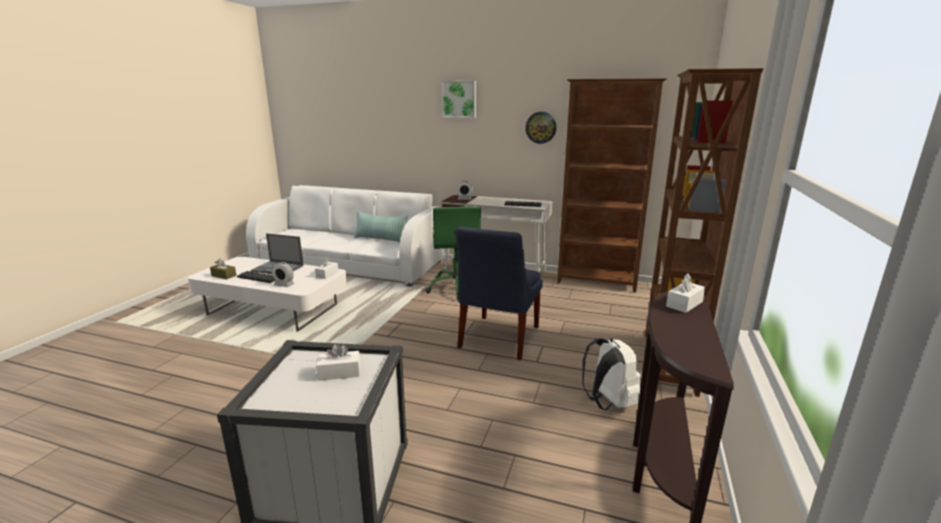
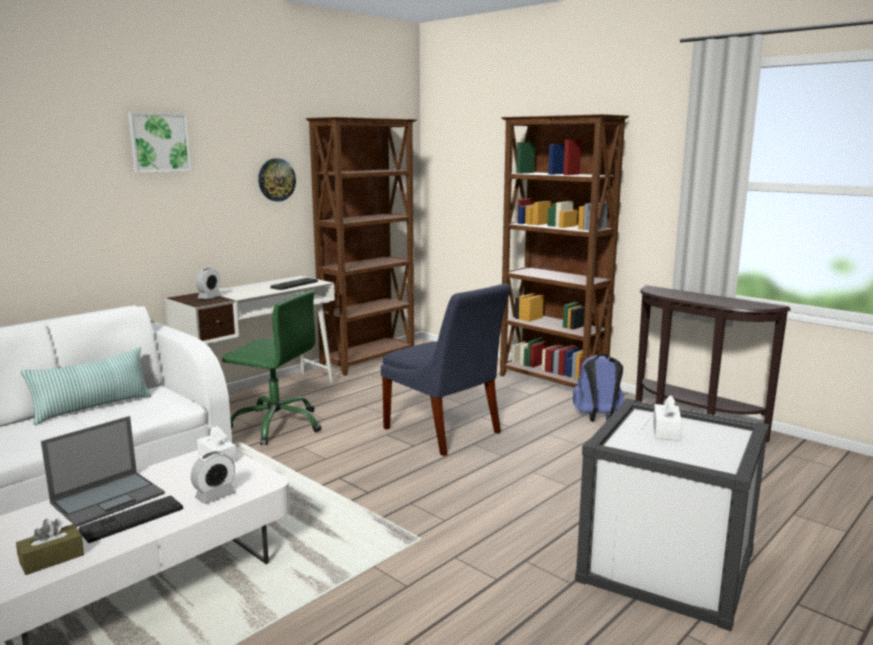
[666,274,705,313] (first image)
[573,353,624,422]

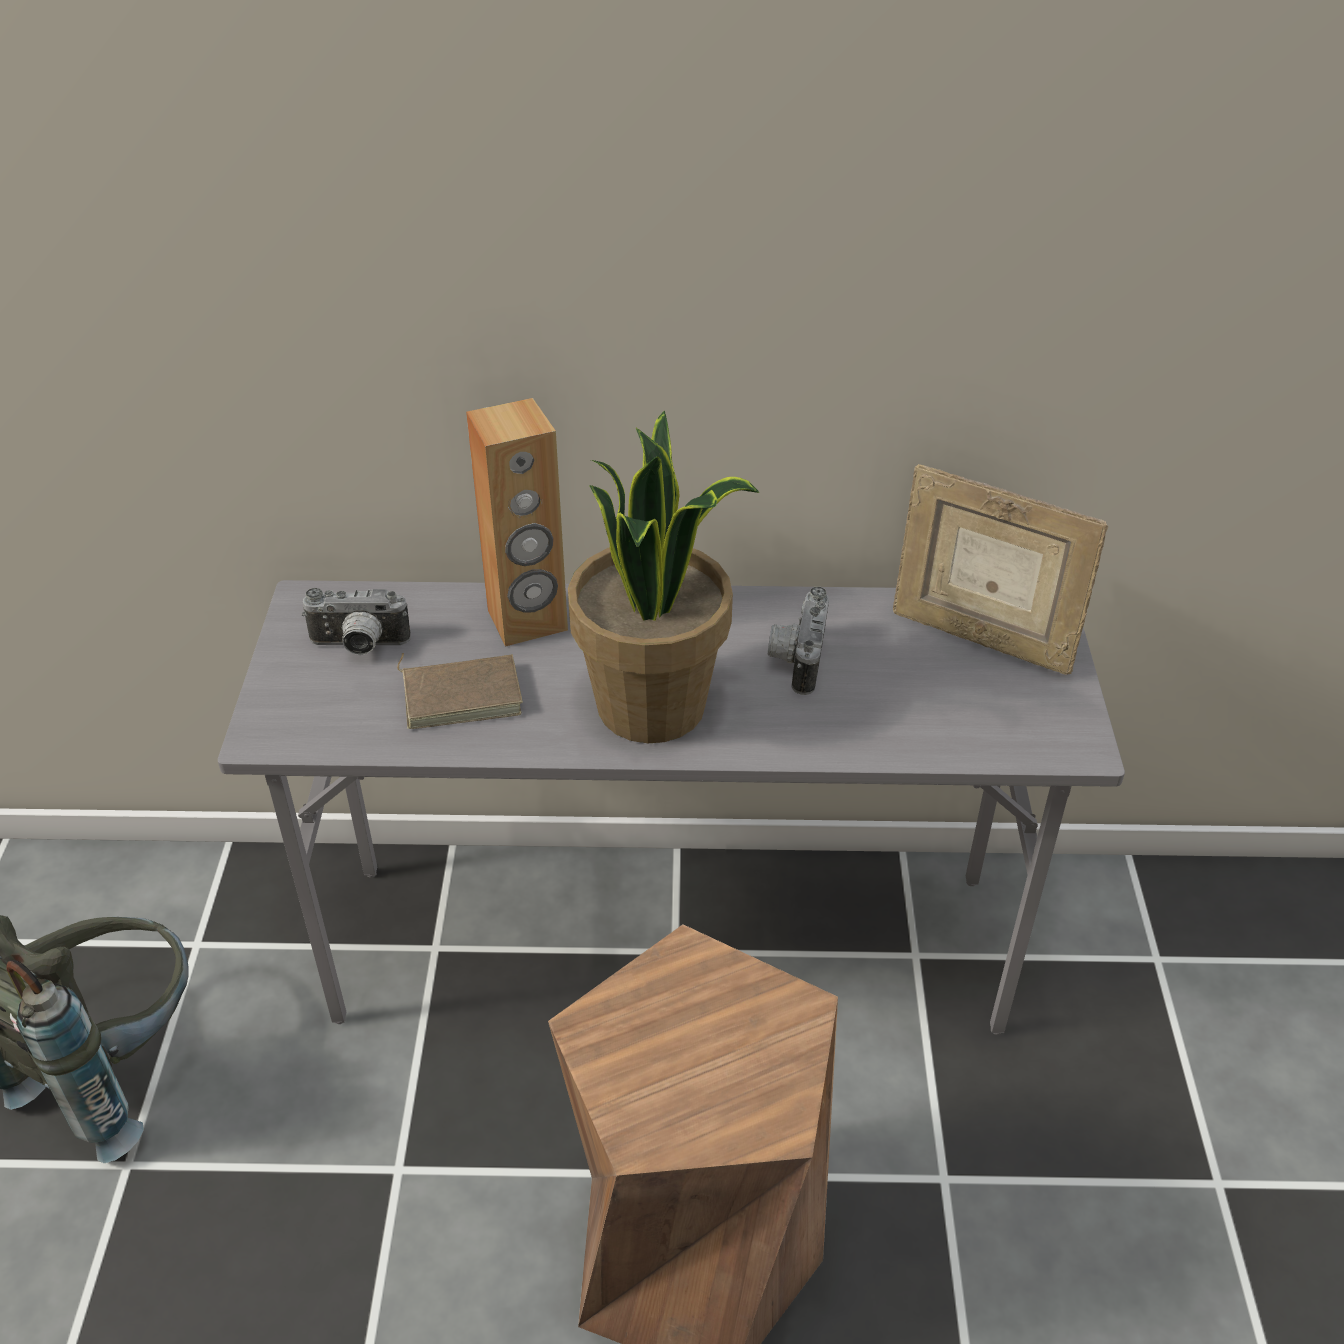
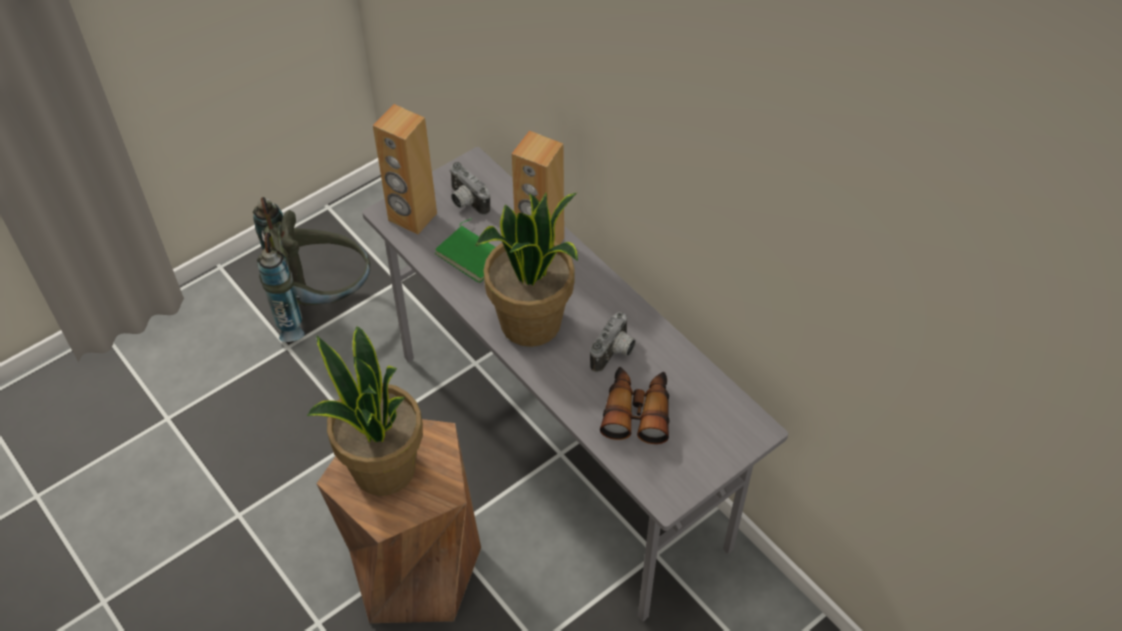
[893,464,1108,675] (first image)
[307,326,423,496]
[373,104,437,235]
[600,367,670,444]
[435,219,496,283]
[590,312,636,373]

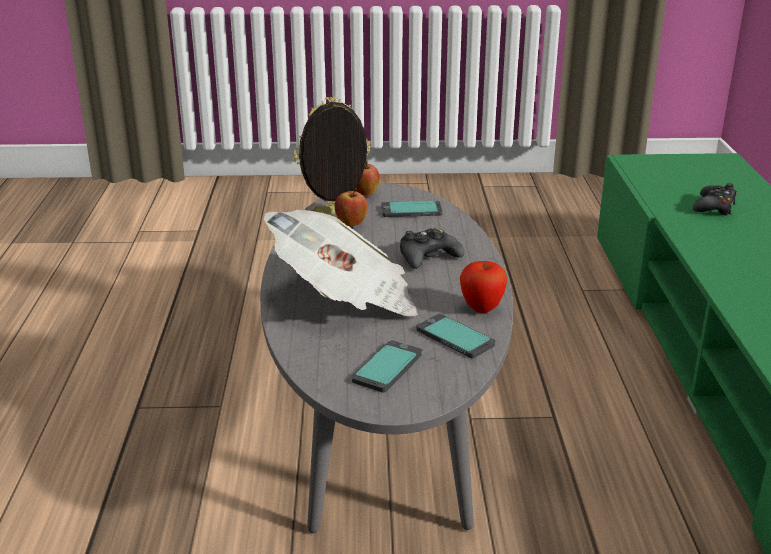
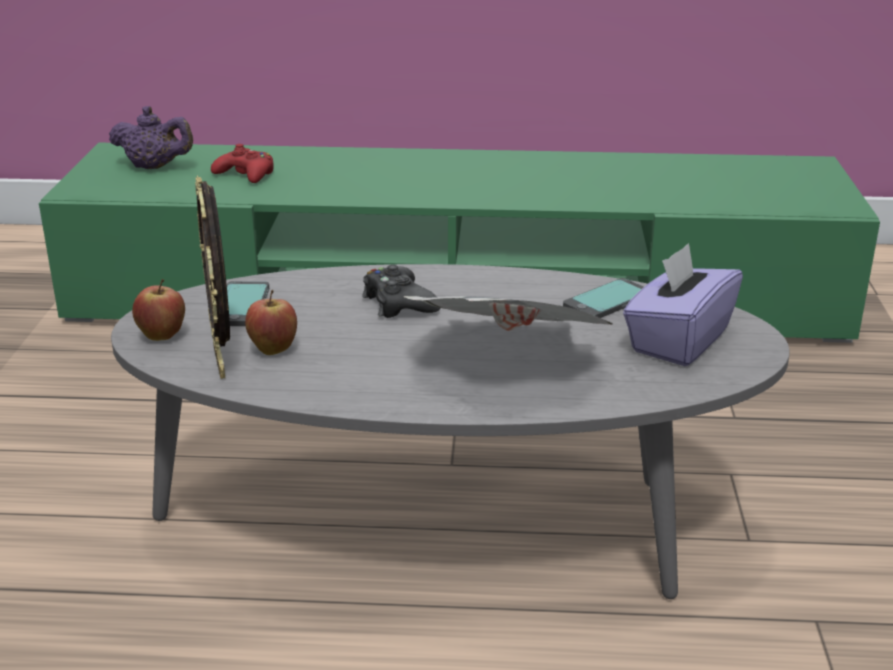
[460,261,507,313] (first image)
[109,106,193,169]
[623,243,743,366]
[211,144,274,183]

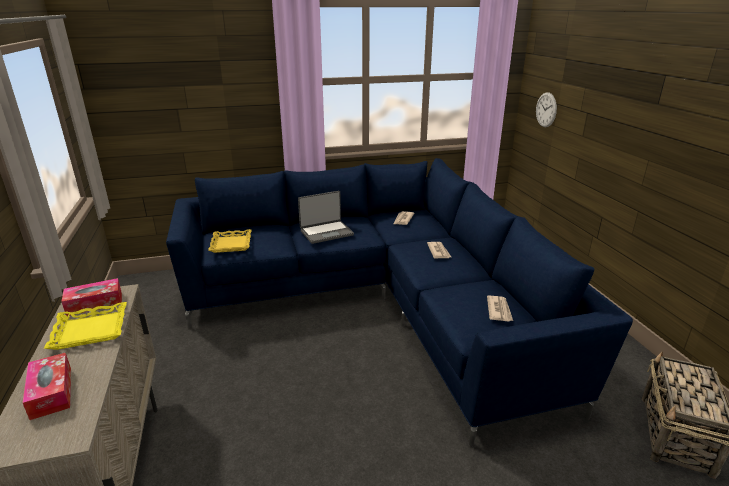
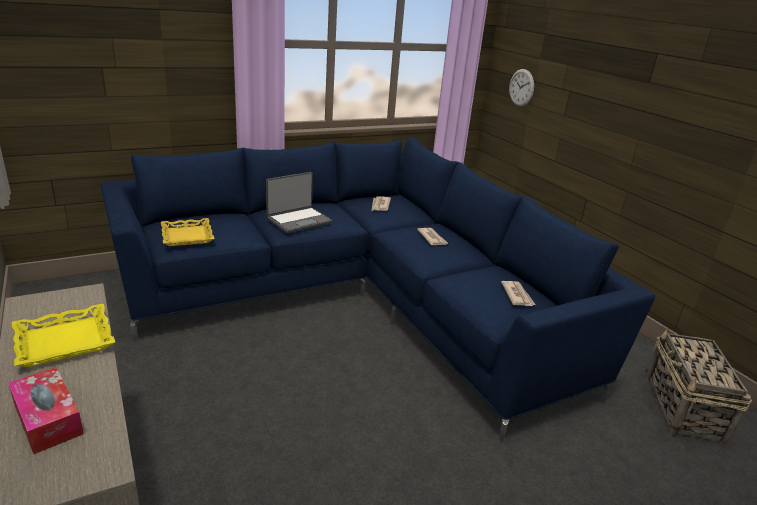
[61,278,122,316] (first image)

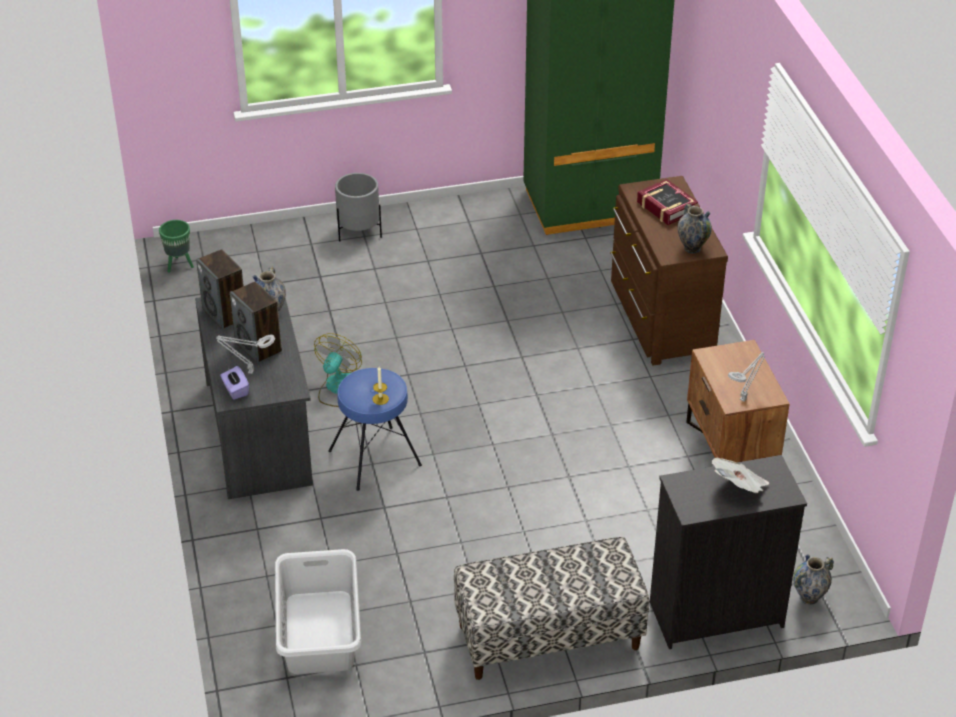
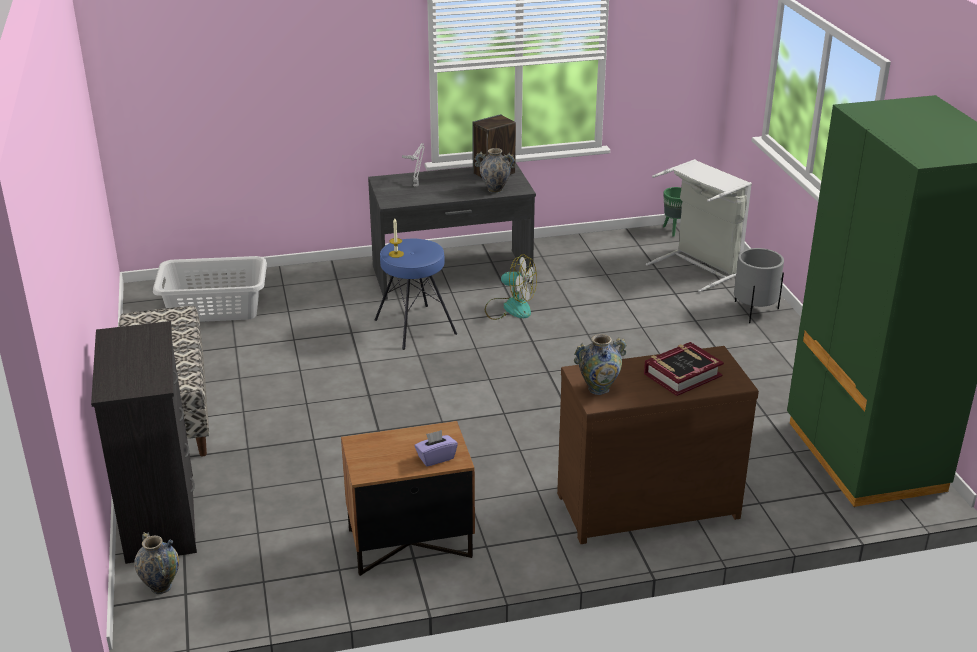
[230,281,282,363] (first image)
[711,457,769,493] (first image)
[728,352,765,402] (first image)
[646,159,752,292]
[415,430,458,467]

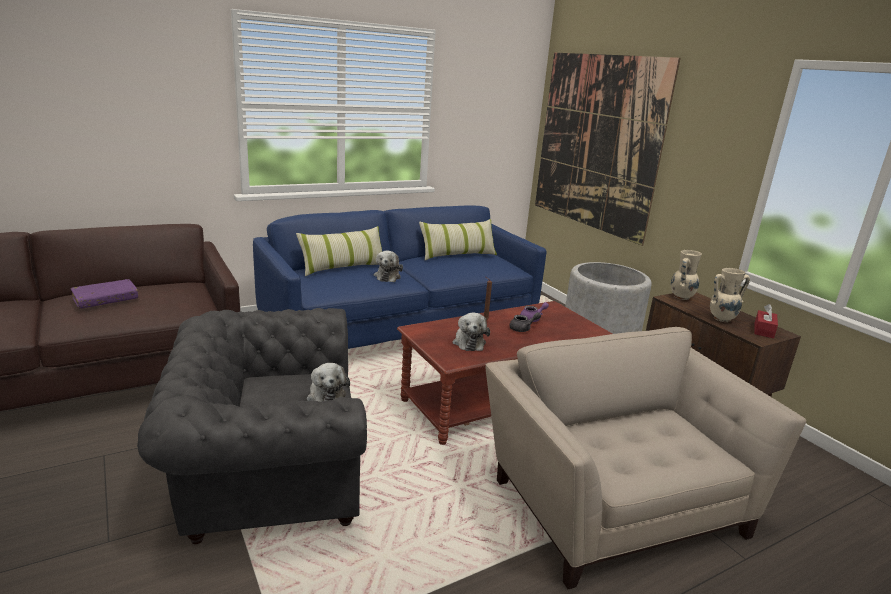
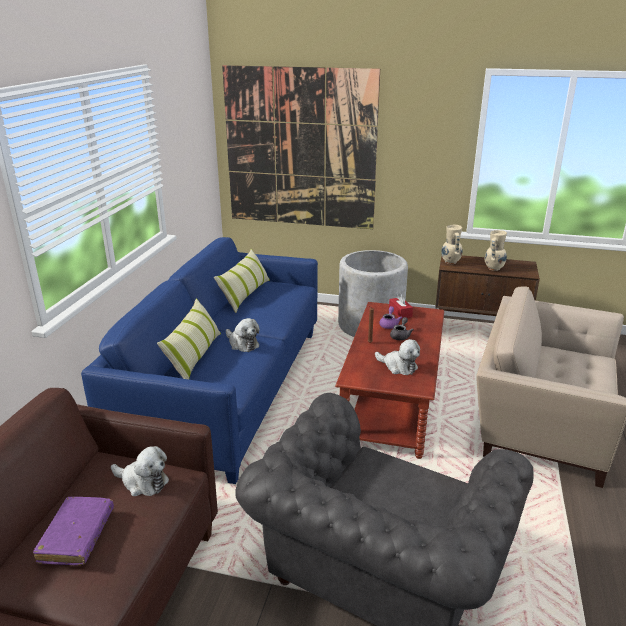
[111,446,169,496]
[389,293,413,319]

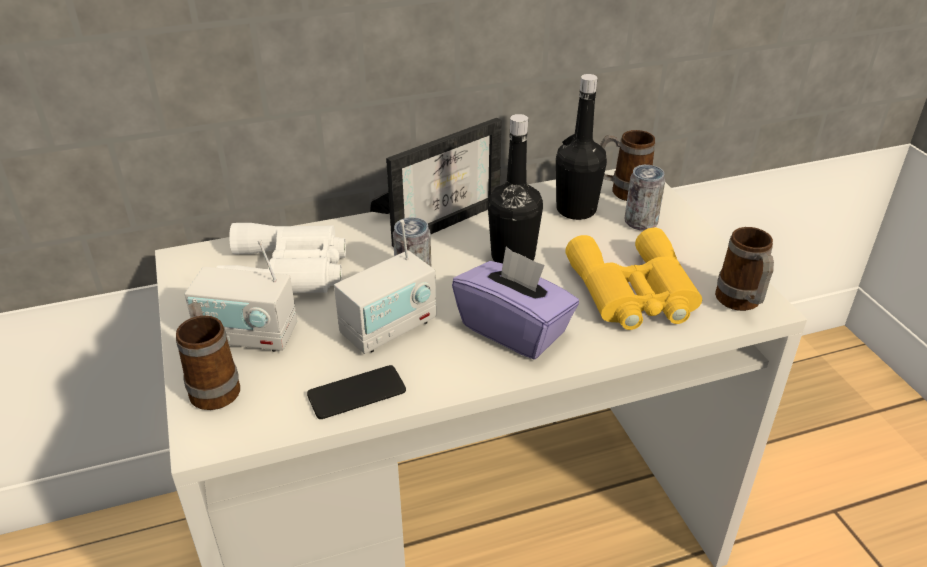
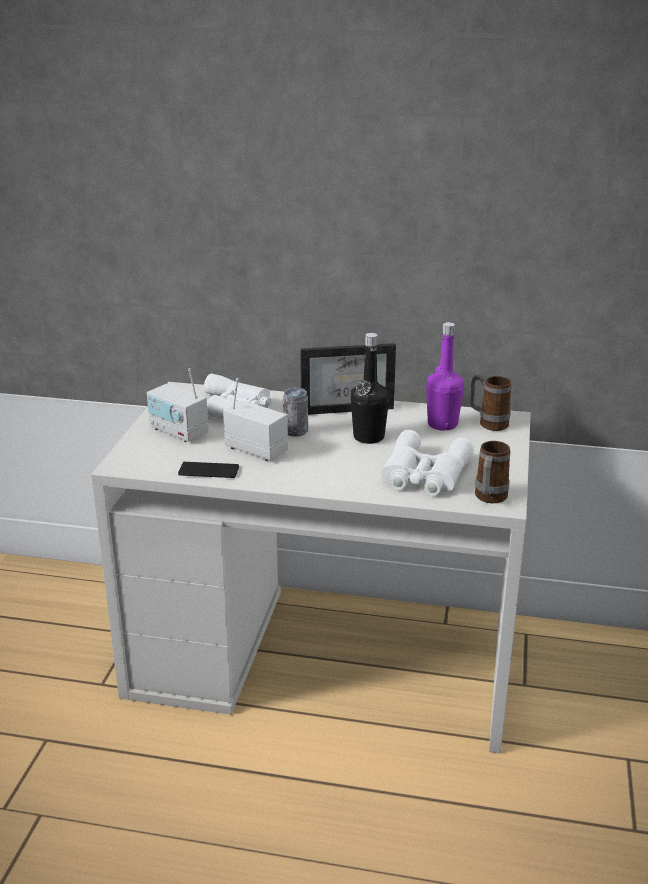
[176,302,240,410] (first image)
[452,247,579,359] (first image)
[624,165,665,230] (first image)
[426,322,464,431]
[381,430,474,496]
[223,378,288,461]

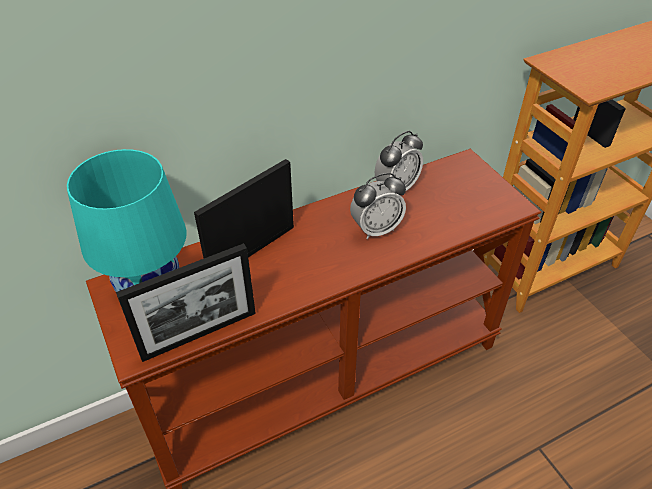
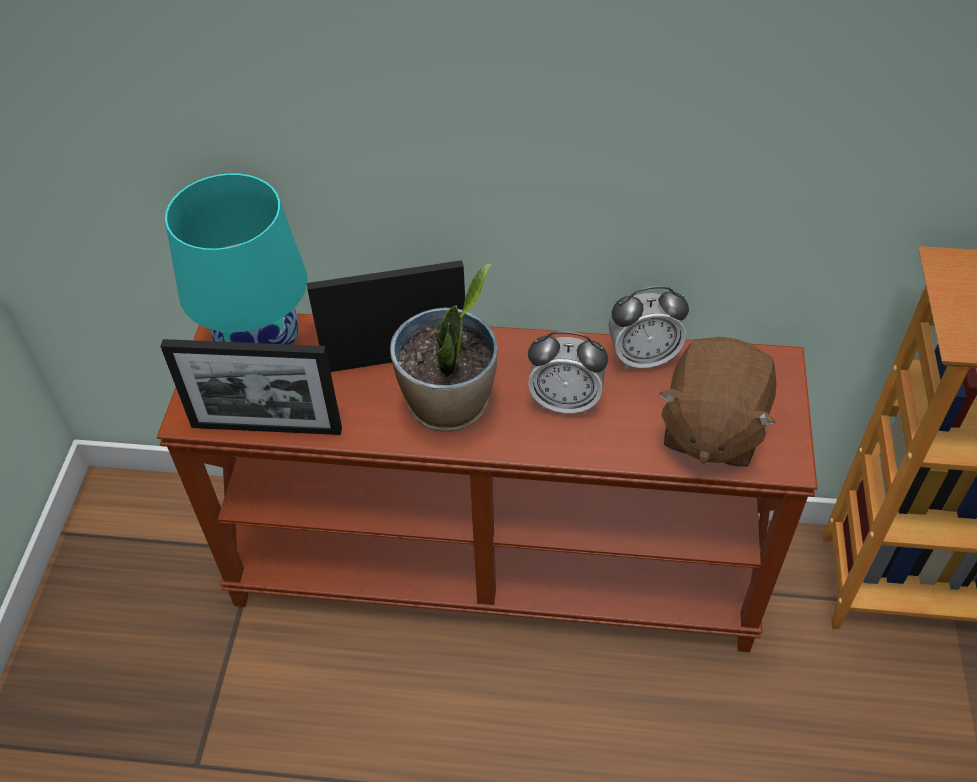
[390,263,498,432]
[659,336,776,467]

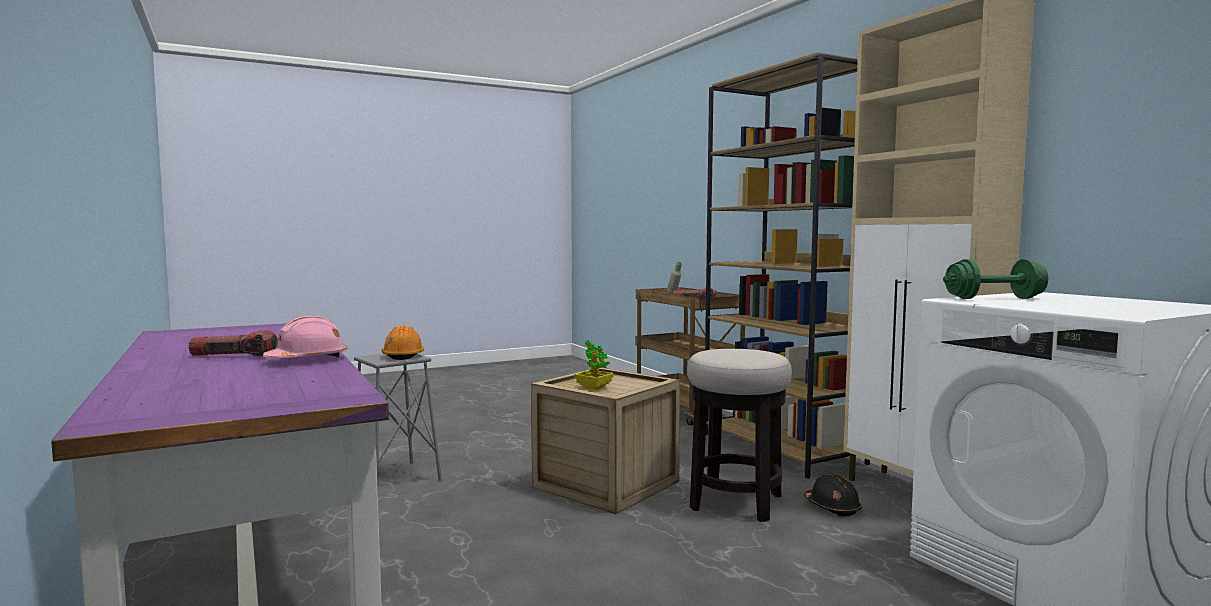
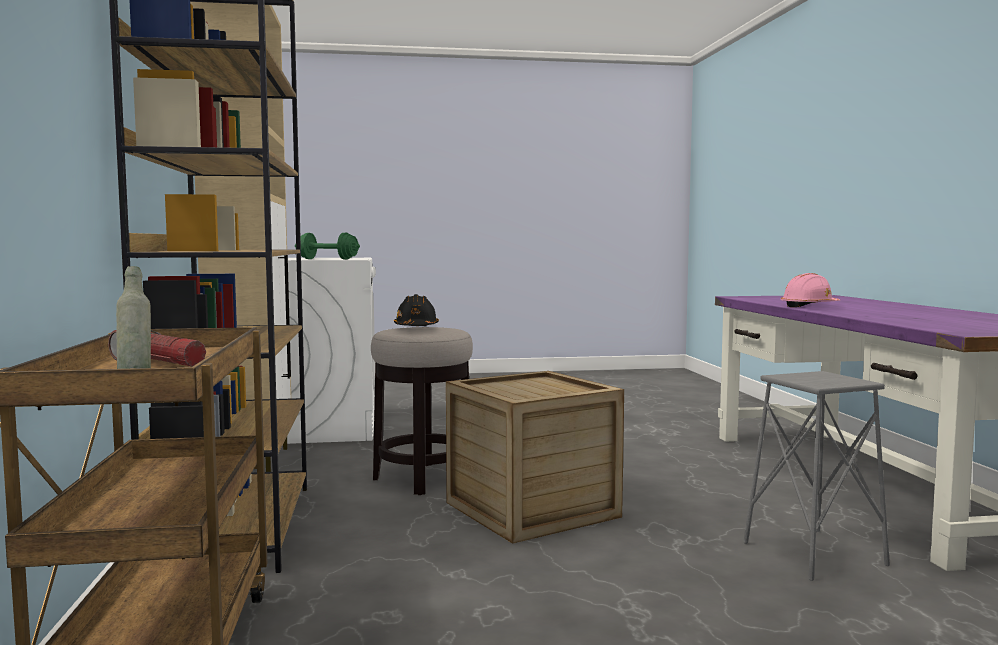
[189,330,278,357] (first image)
[382,325,425,360] (first image)
[575,340,613,390] (first image)
[394,294,439,326]

